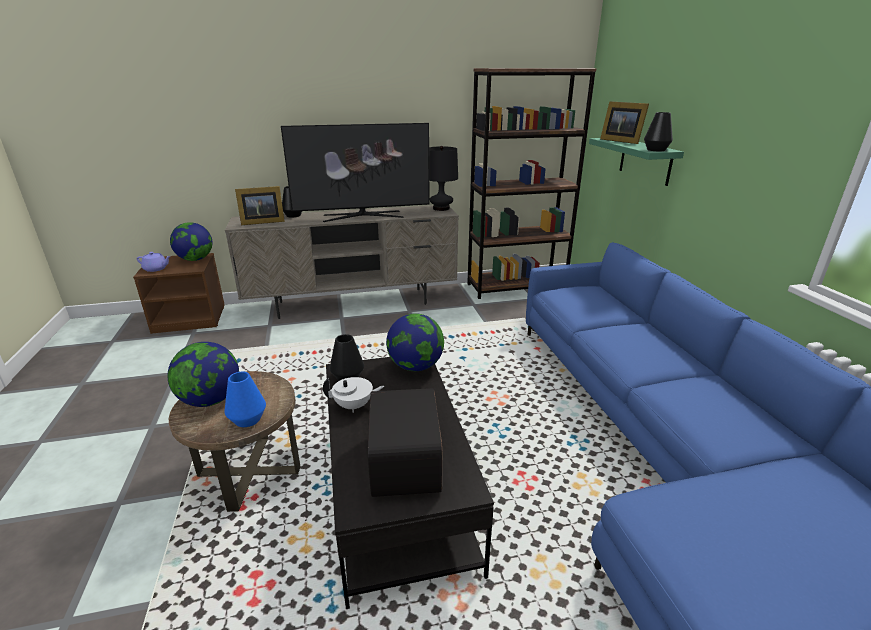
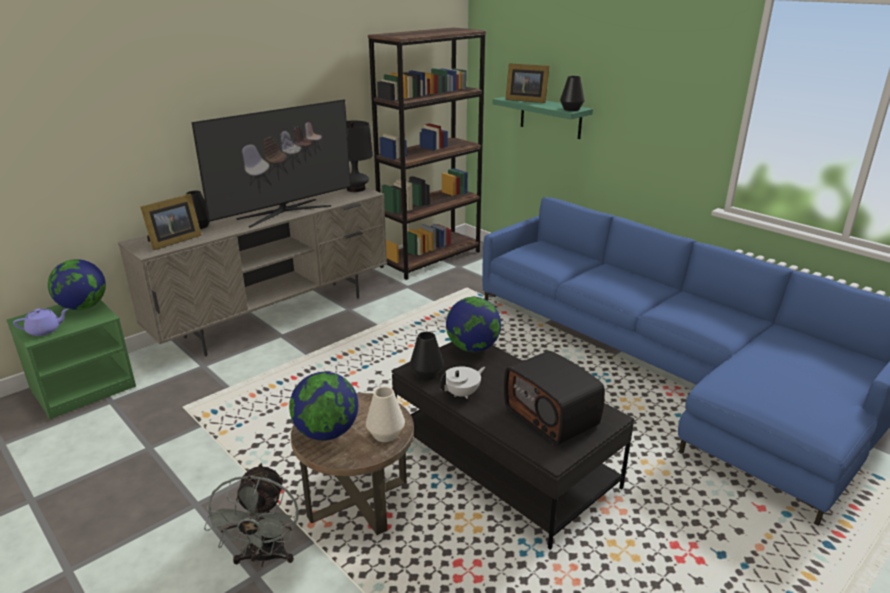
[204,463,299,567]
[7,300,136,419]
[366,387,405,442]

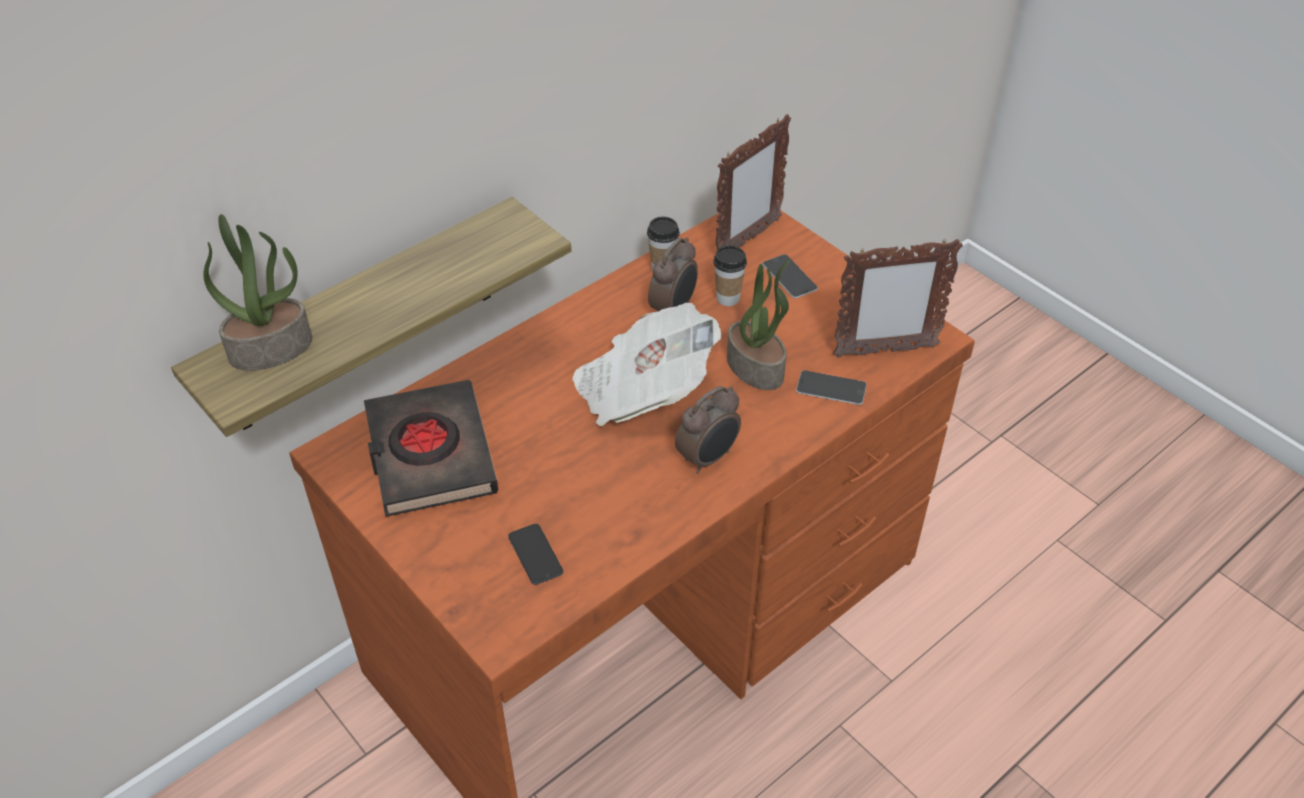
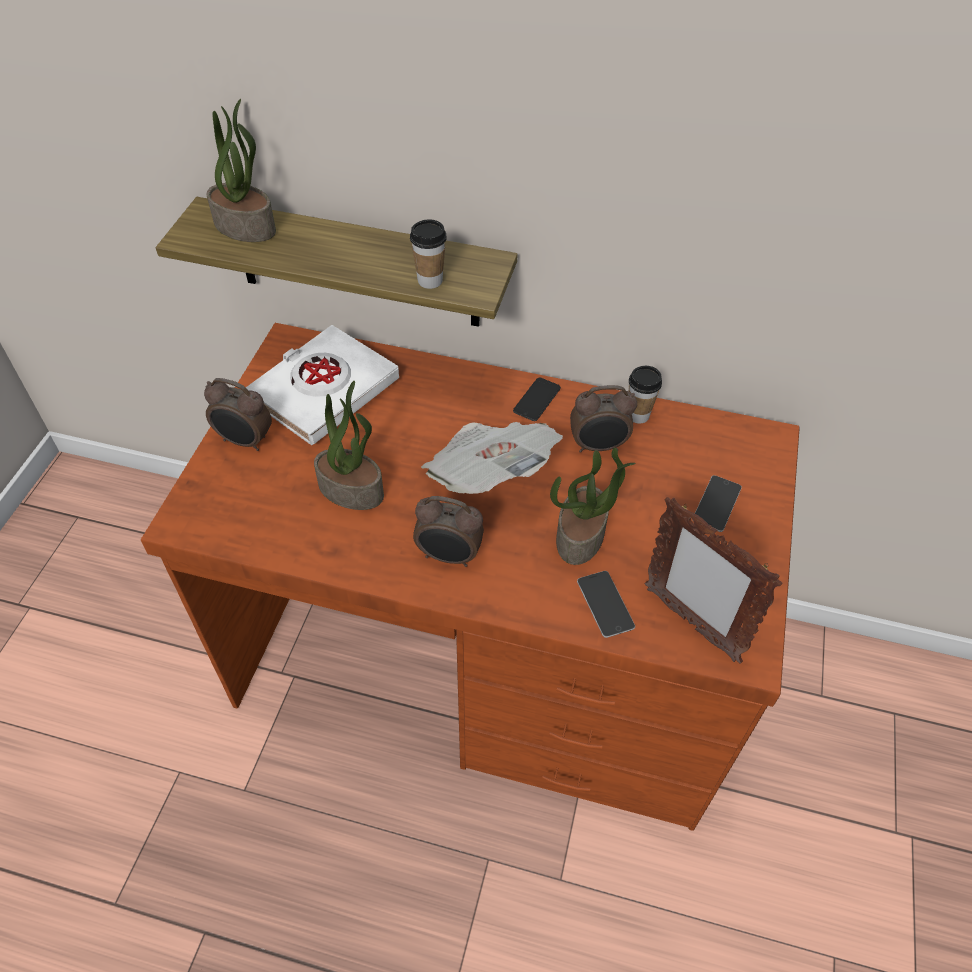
[716,114,791,250] (first image)
[204,378,272,451]
[314,381,384,510]
[513,378,561,421]
[410,219,447,289]
[246,325,399,445]

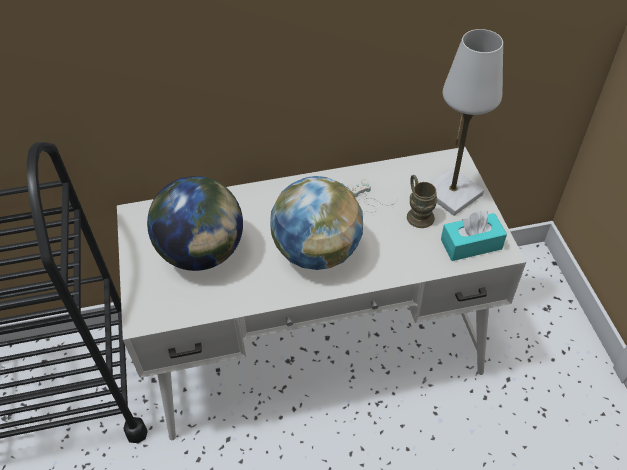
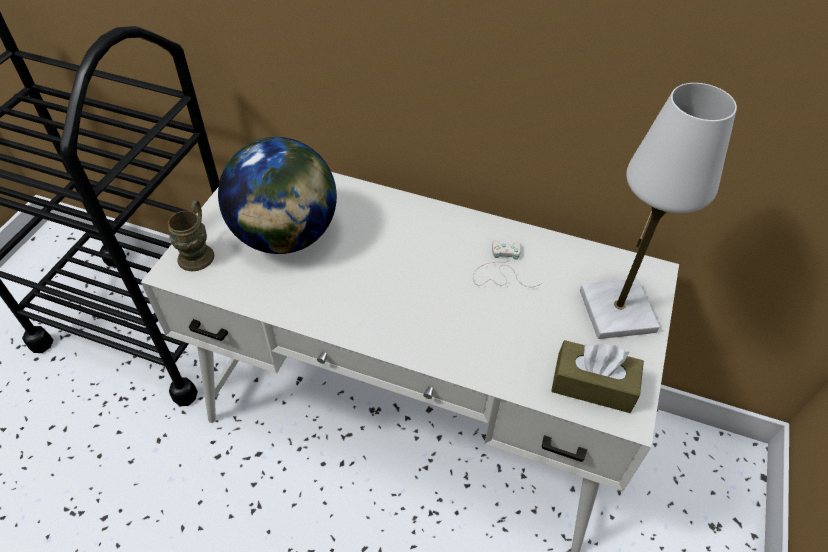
[270,176,363,270] (first image)
[168,200,214,271]
[551,340,644,413]

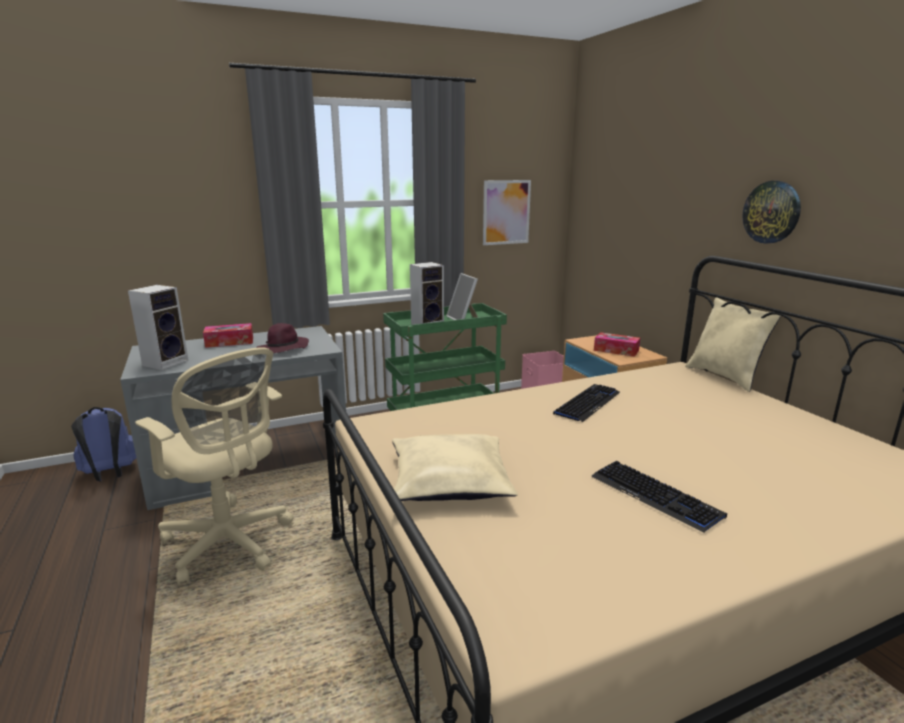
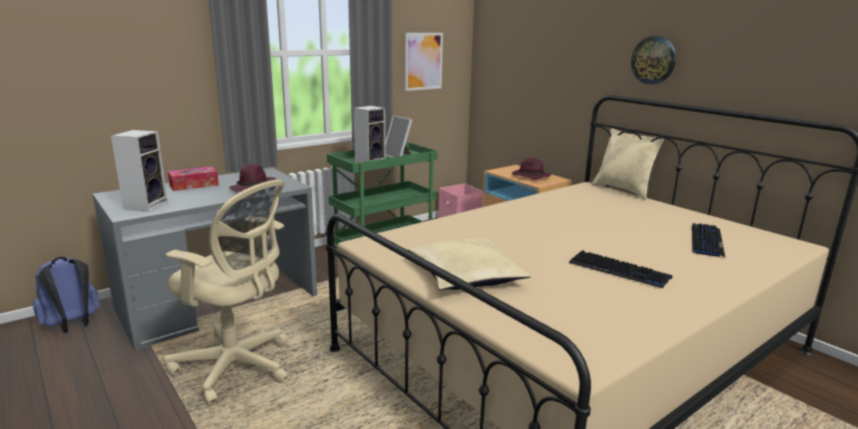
[692,223,725,257]
[511,158,551,180]

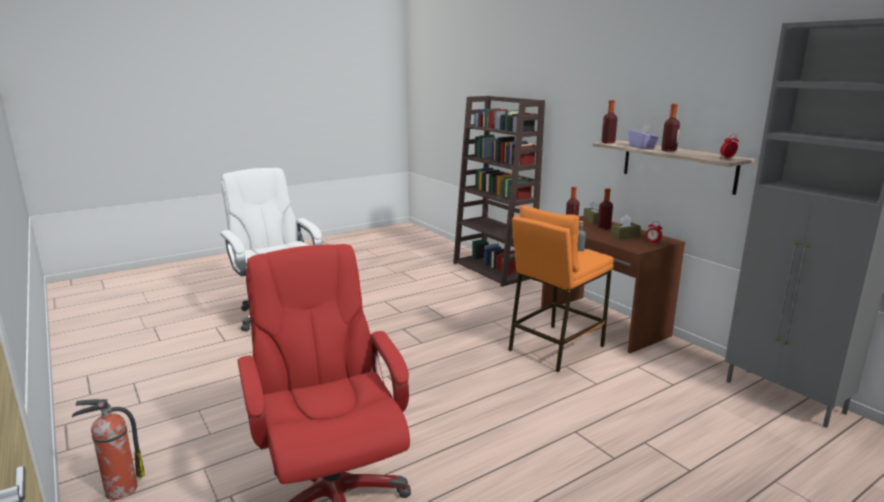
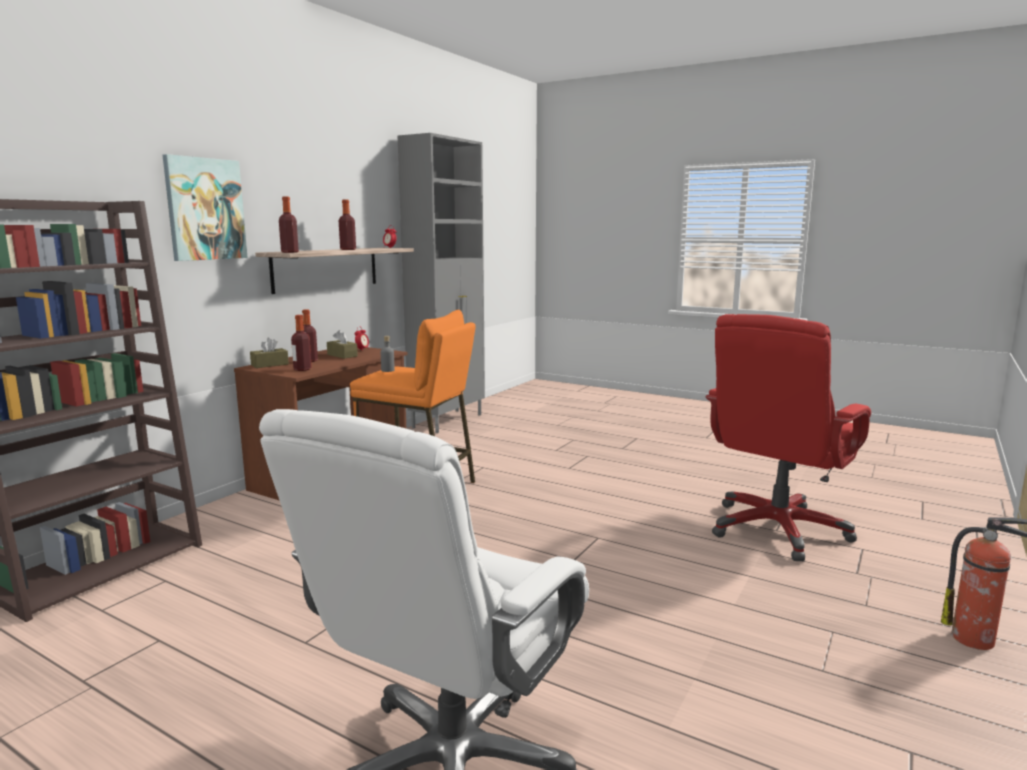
[628,125,658,149] (first image)
[163,154,248,261]

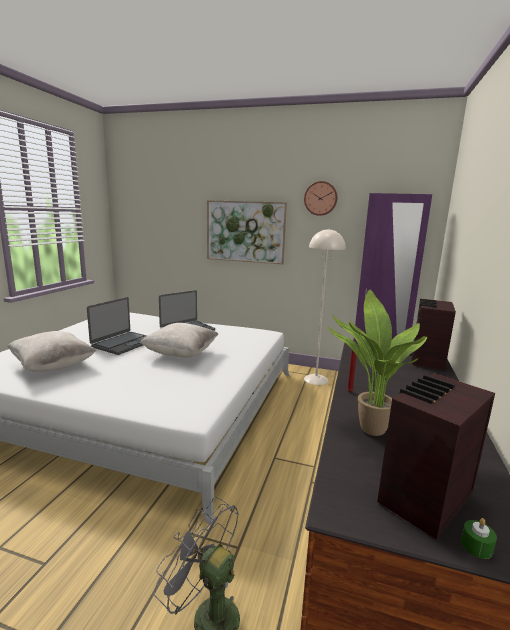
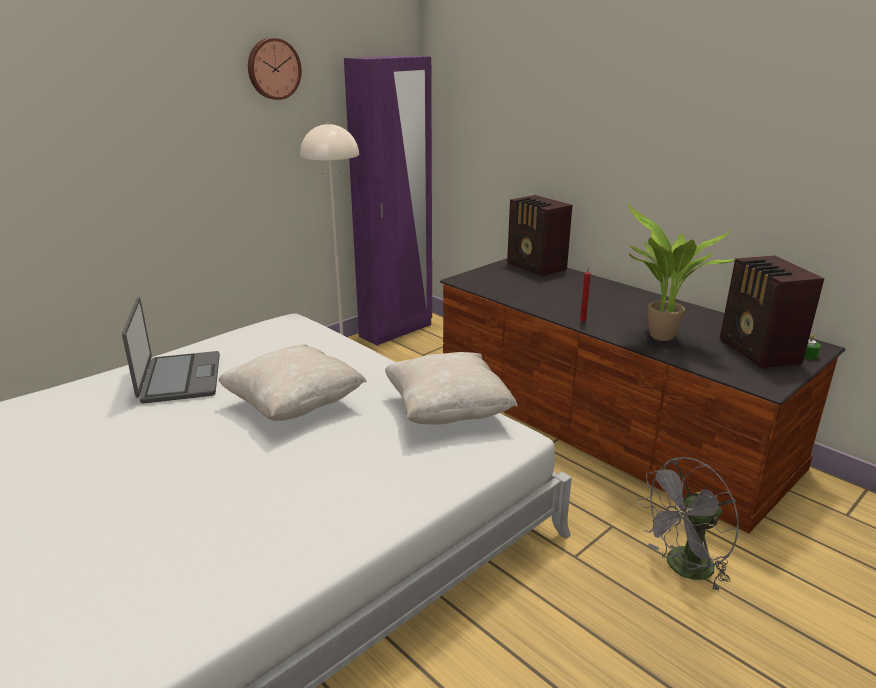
[87,297,147,355] (first image)
[207,200,287,264] (first image)
[385,352,518,425]

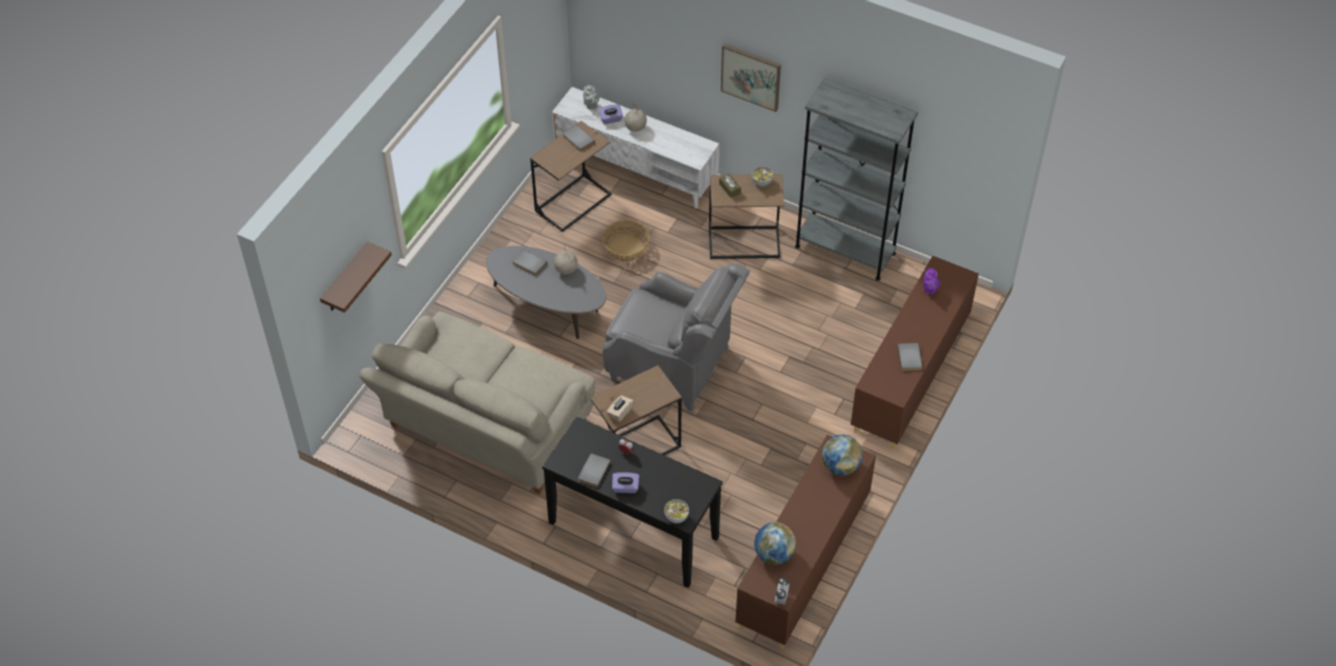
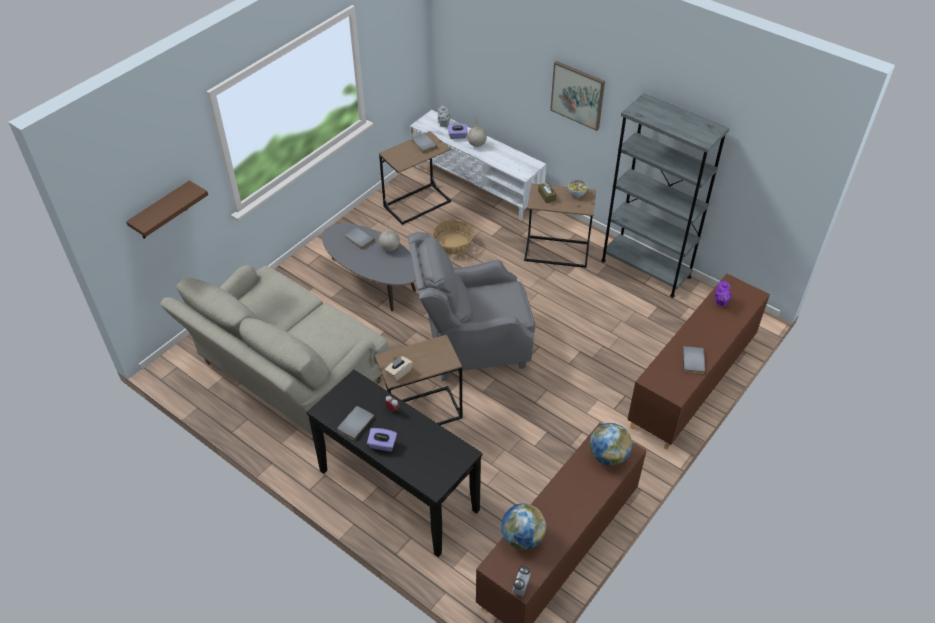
[664,499,689,523] (first image)
[407,232,535,381]

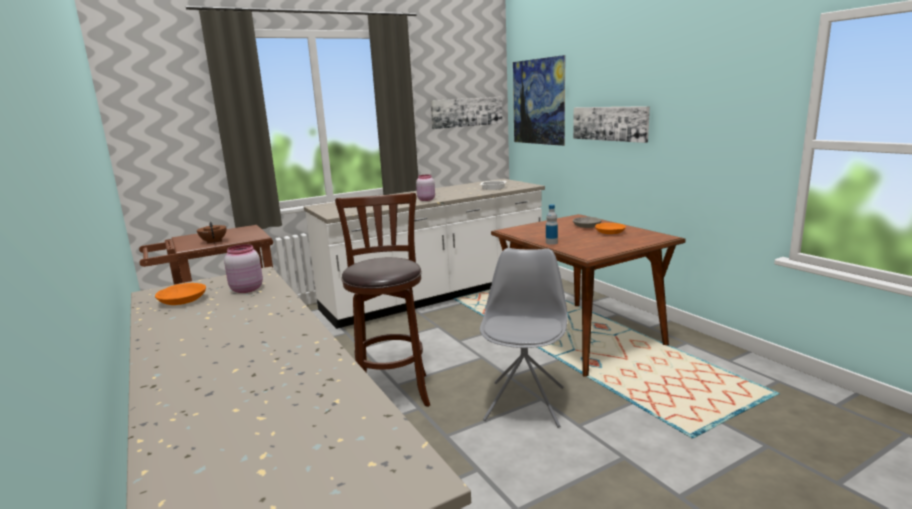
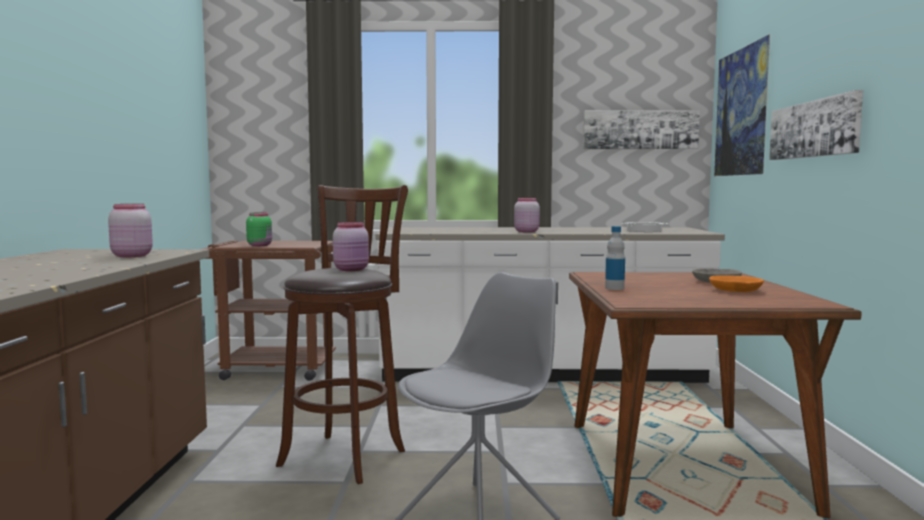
[155,283,206,305] (first image)
[333,222,369,271]
[246,213,272,246]

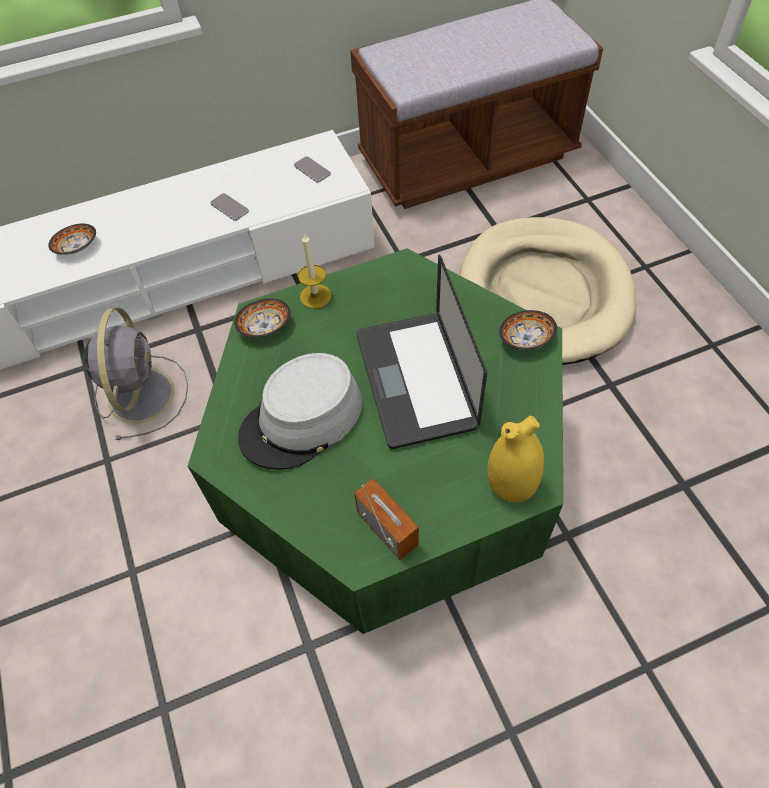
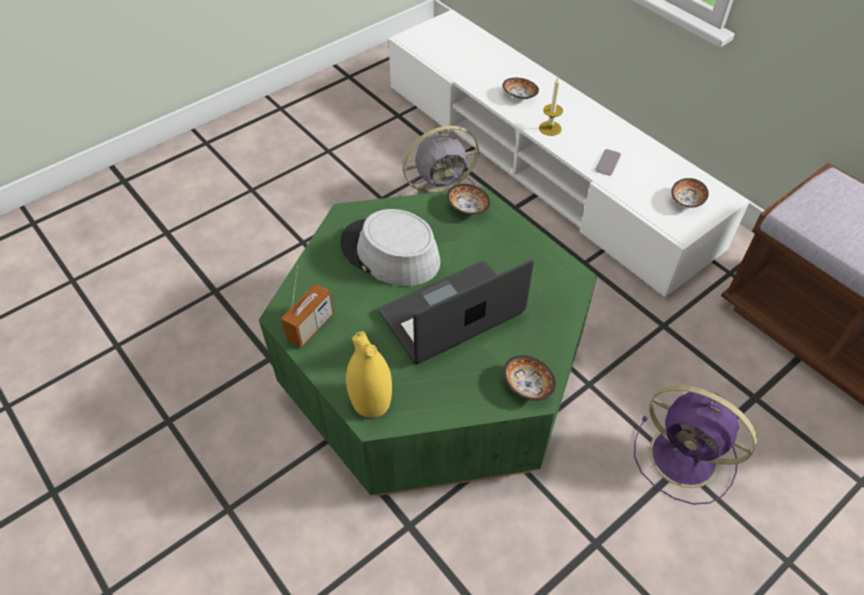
[539,77,563,136]
[671,178,709,208]
[634,385,757,505]

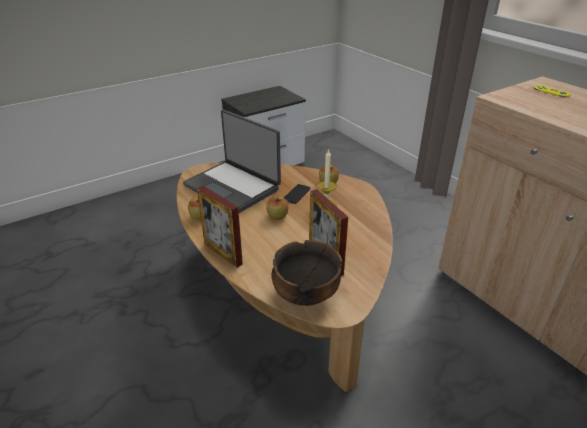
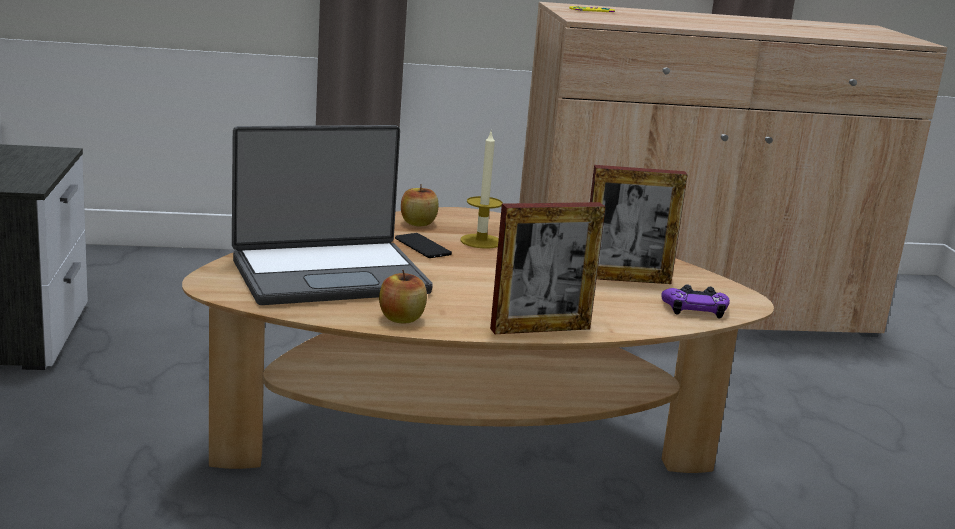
[266,196,288,220] (first image)
[662,284,730,319]

